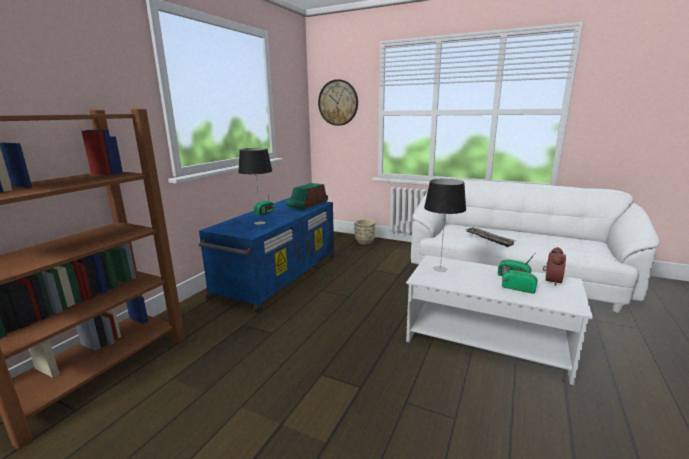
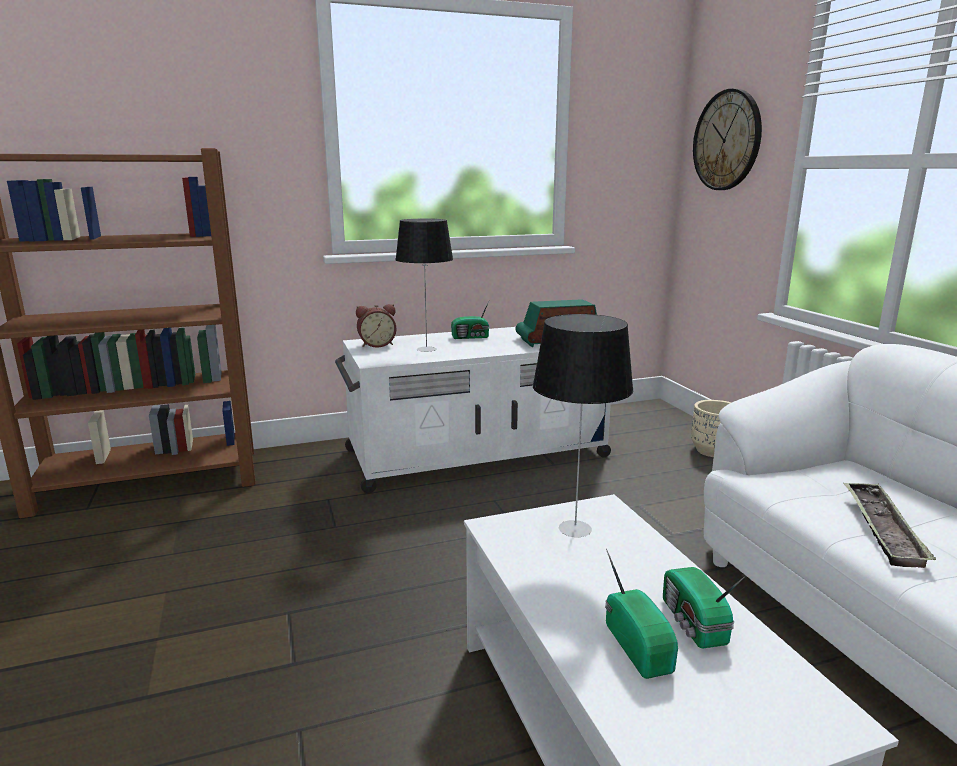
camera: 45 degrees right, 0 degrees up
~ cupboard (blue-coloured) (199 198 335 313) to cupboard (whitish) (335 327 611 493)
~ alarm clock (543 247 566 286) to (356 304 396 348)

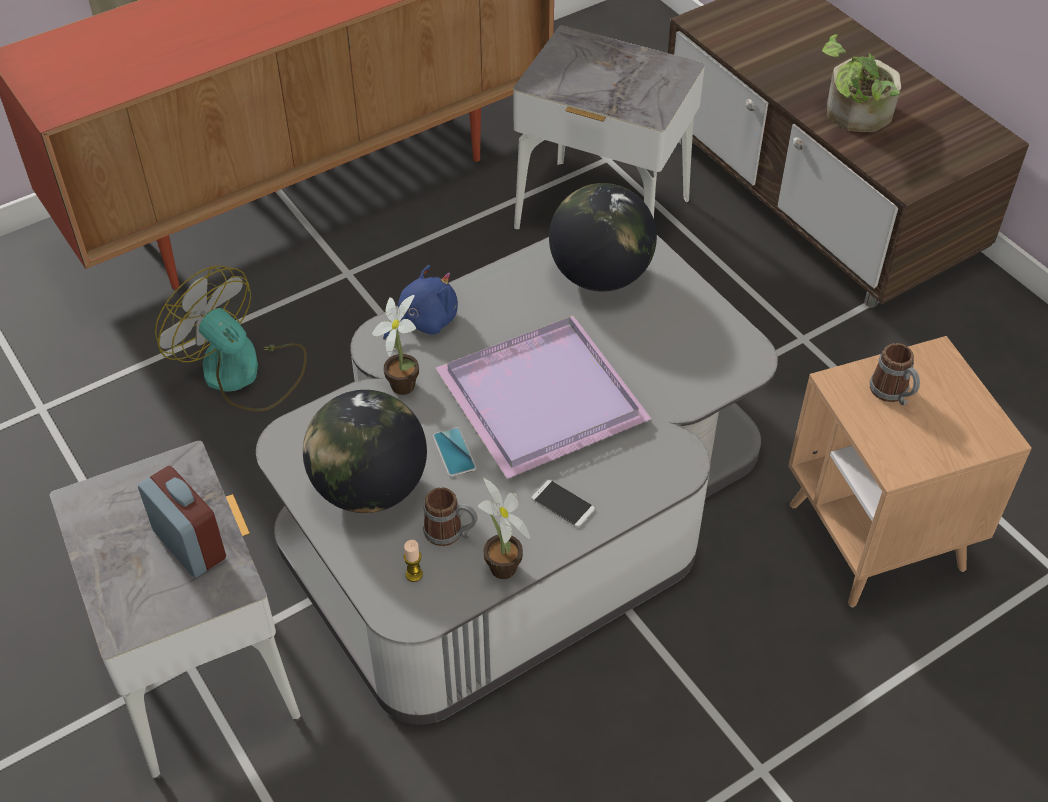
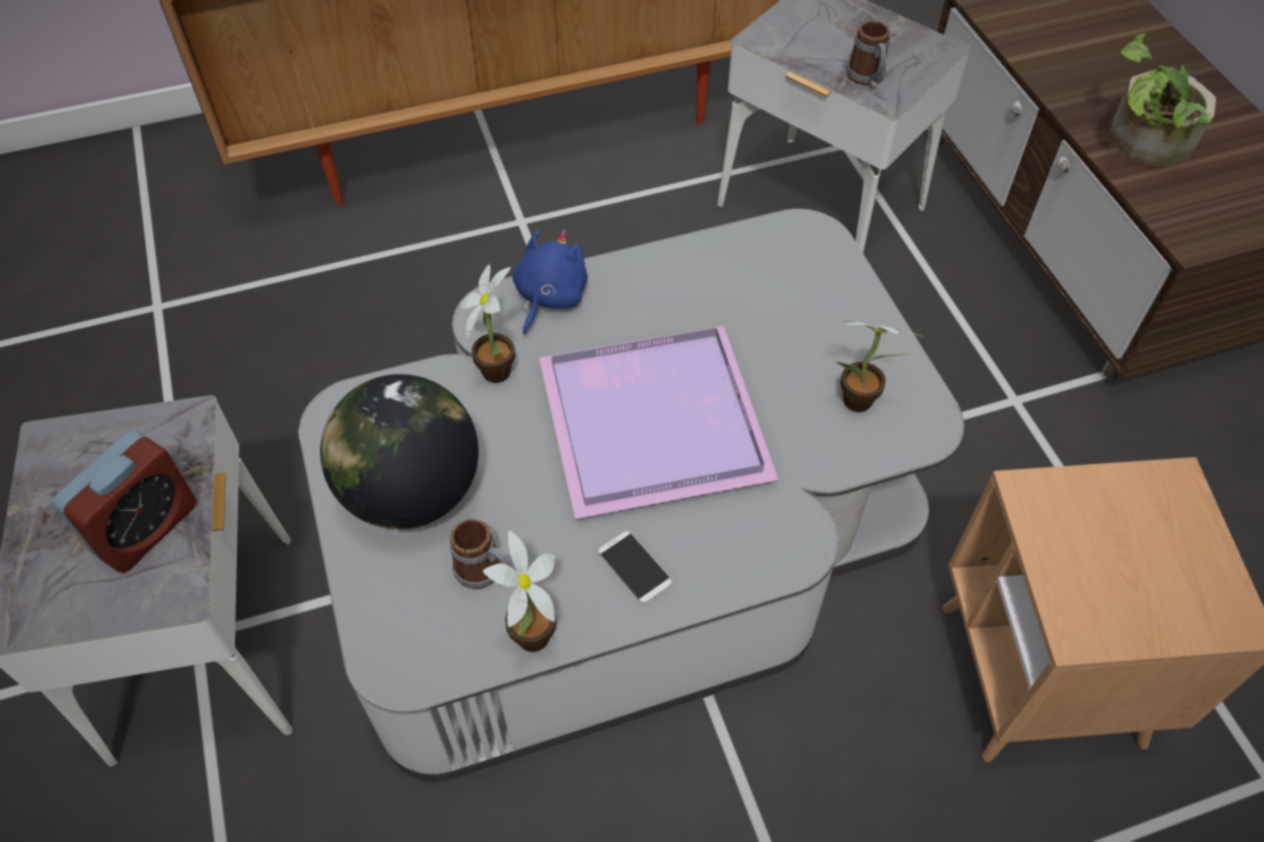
camera: 15 degrees right, 5 degrees up
- world globe (549 183 657 291)
- cooling fan (155 265 307 411)
~ soft toy (blue-coloured) (383 265 458 340) = (513 230 588 335) 45 degrees counterclockwise
~ tea mug (870 343 920 405) to (847 21 890 88)
- phone (433 427 476 477)
~ alarm clock (138 466 226 578) = (52 430 196 573) 60 degrees clockwise
- wax light (404 540 423 582)
+ potted plant (835 321 925 412)

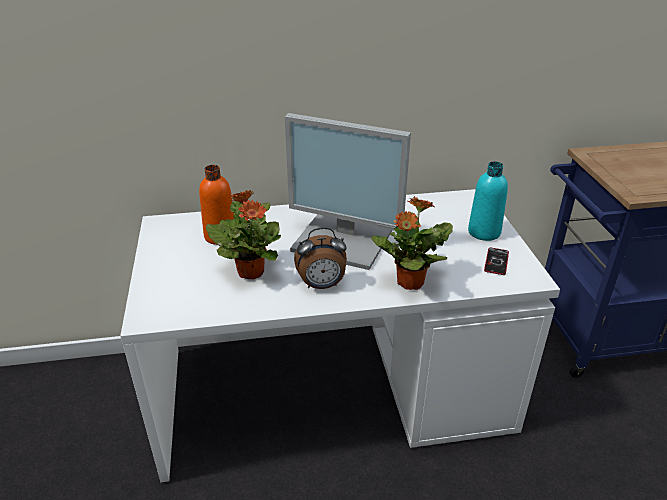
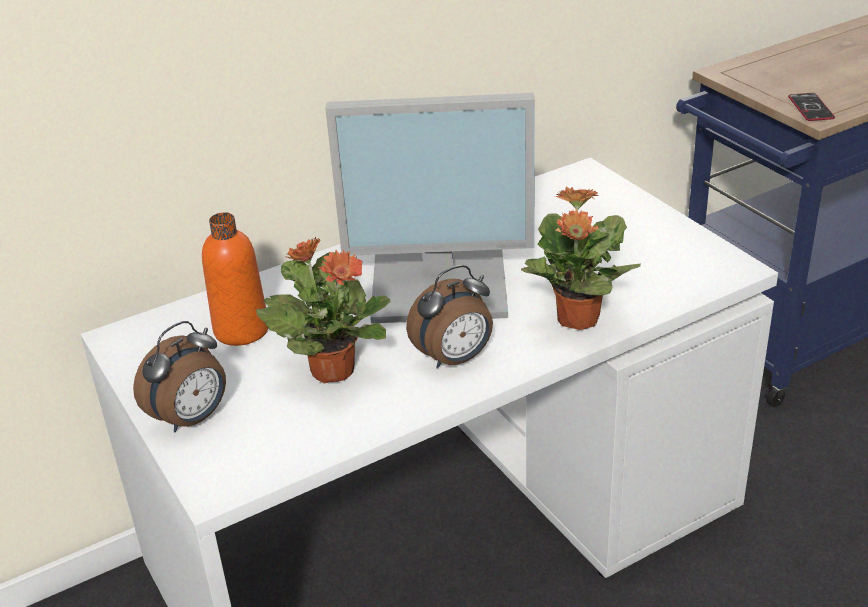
camera: 20 degrees left, 0 degrees up
- drink bottle (turquoise-coloured) (468 161 508 241)
~ phone (484 247 509 275) to (788 93 835 121)
+ alarm clock (133 321 226 432)

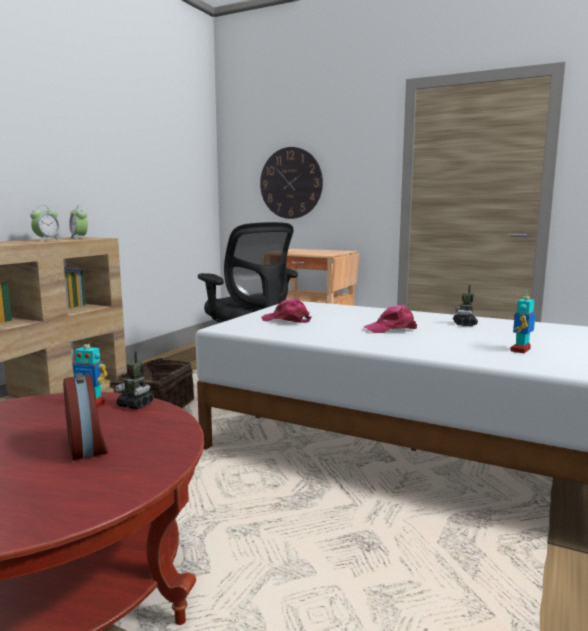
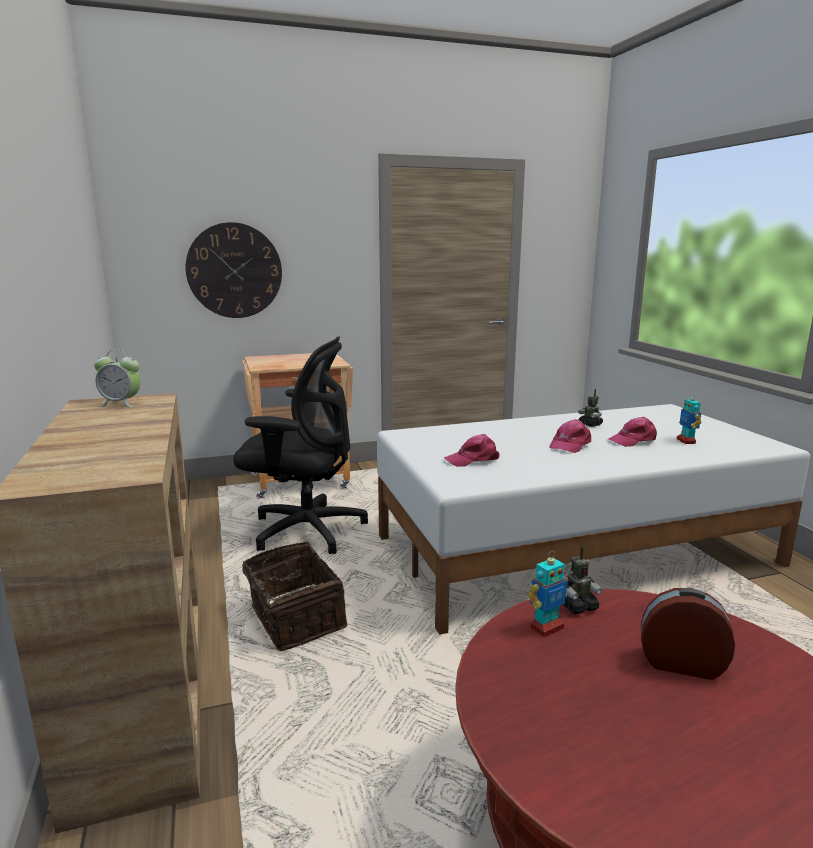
camera: 45 degrees left, 5 degrees up
- alarm clock (30 205 61 241)
+ cap (pink-coloured) (608 417 657 447)

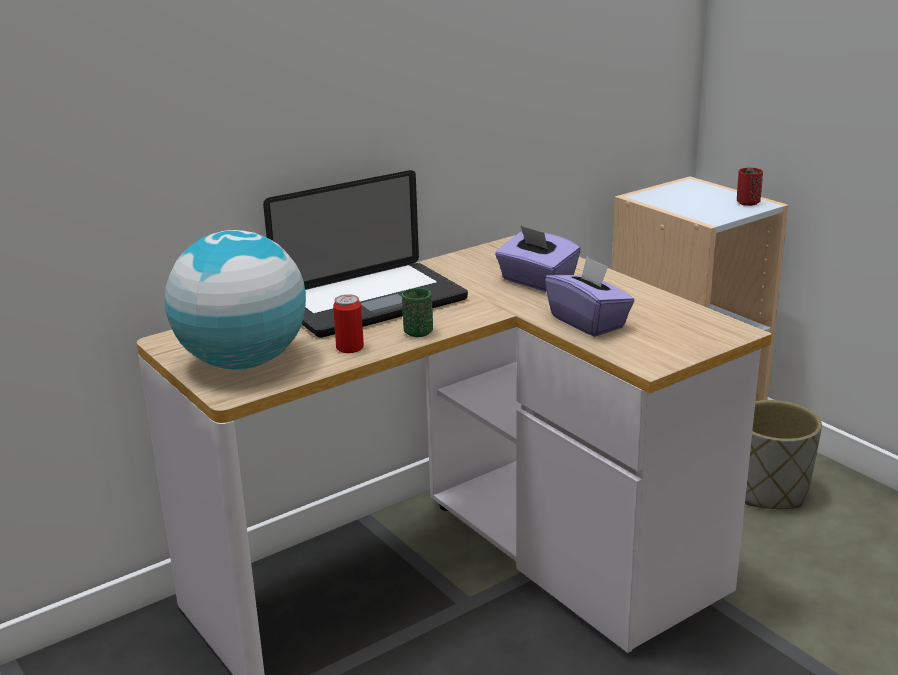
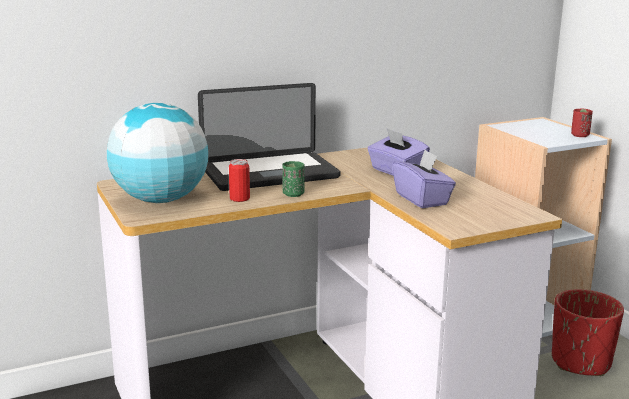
camera: 10 degrees right, 5 degrees down
~ plant pot (grey) (745 400 822 509) to plant pot (red) (552 289 624 376)

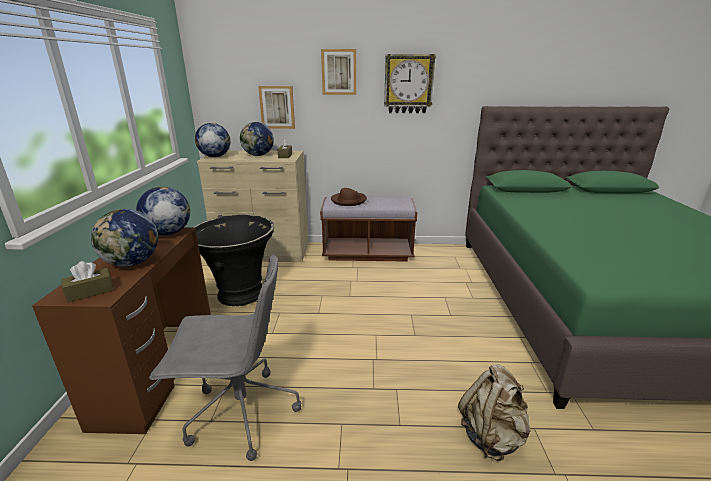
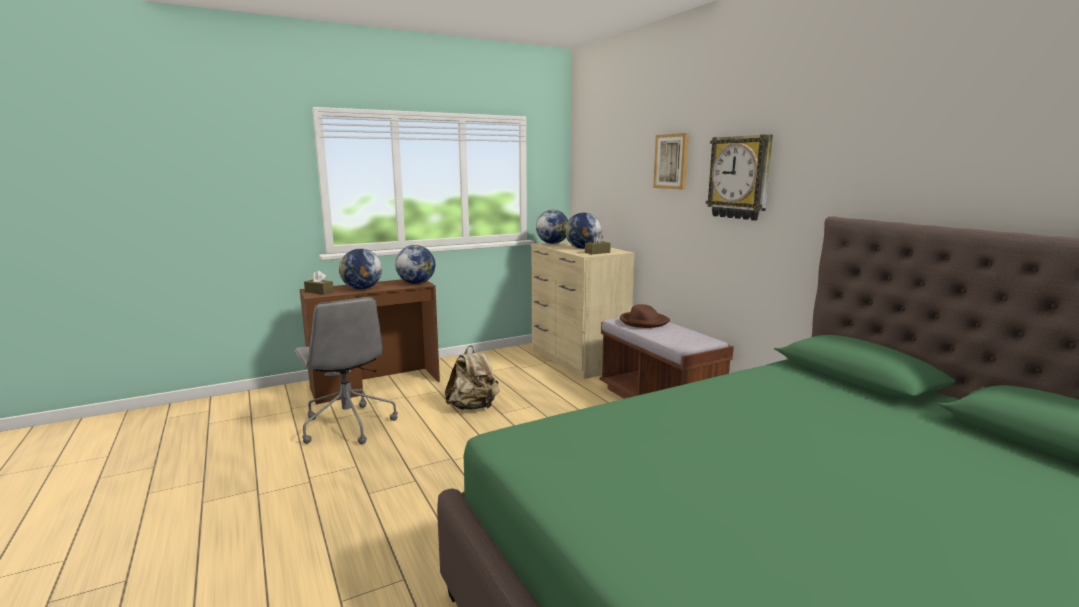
camera: 60 degrees right, 10 degrees down
- wall picture (258 86 295 129)
- plant pot (black) (194 215 274 306)
~ backpack (beige-coloured) (458 365 531 461) to (445 345 500 410)

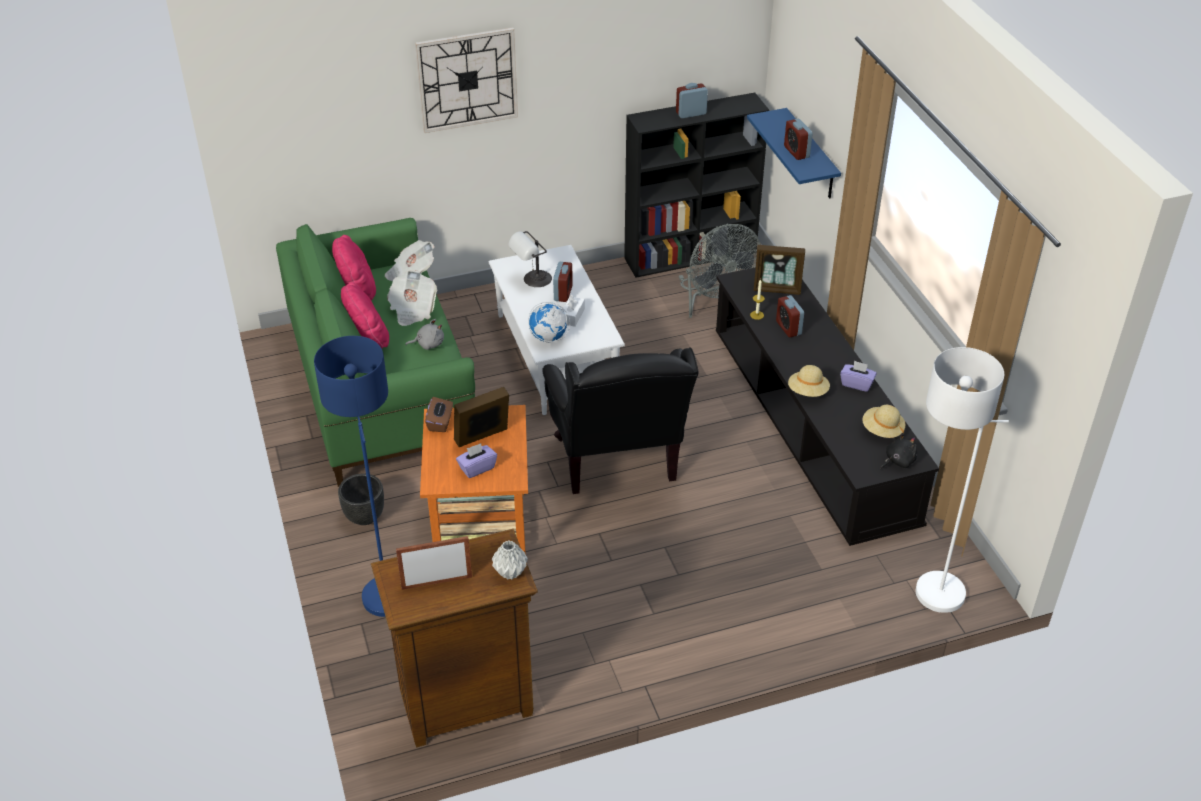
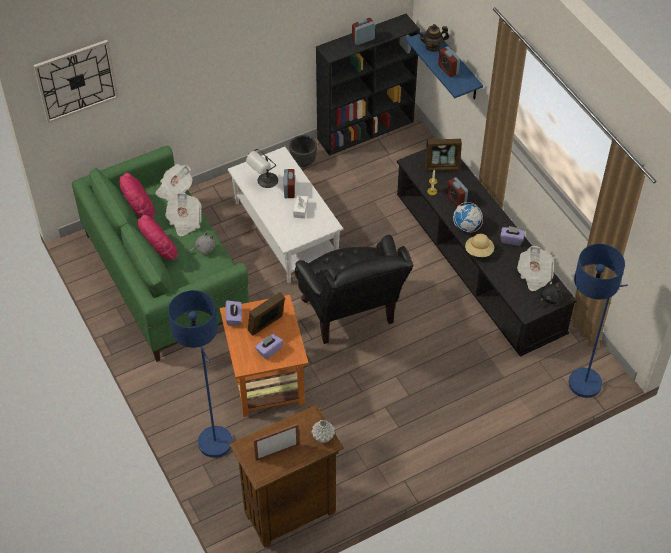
camera: 10 degrees left, 10 degrees up
~ clock on the wall (415 27 518 133) to (33 40 118 123)
- cooling fan (grey) (679 223 760 318)
~ world globe (528 302 570 343) to (453 202 483 232)
~ standard lamp (whitish) (916 347 1009 613) to standard lamp (blue-coloured) (569 244 628 398)
~ tissue holder (brown) (425 397 453 432) to tissue holder (purple-coloured) (225 301 242 326)
~ clothing hat (beige-coloured) (862 405 906 439) to daily paper (517 246 554 291)
~ plant pot (black) (338 474 384 525) to (289 135 317 167)
+ tea pot (418 24 449 52)

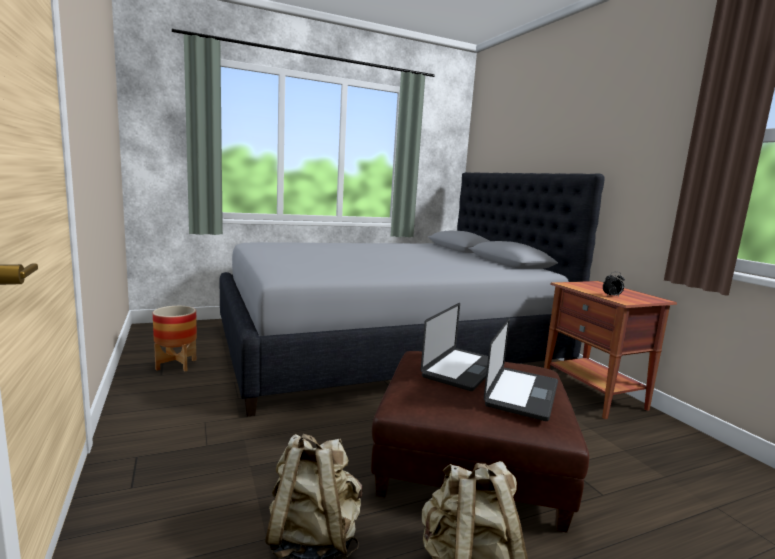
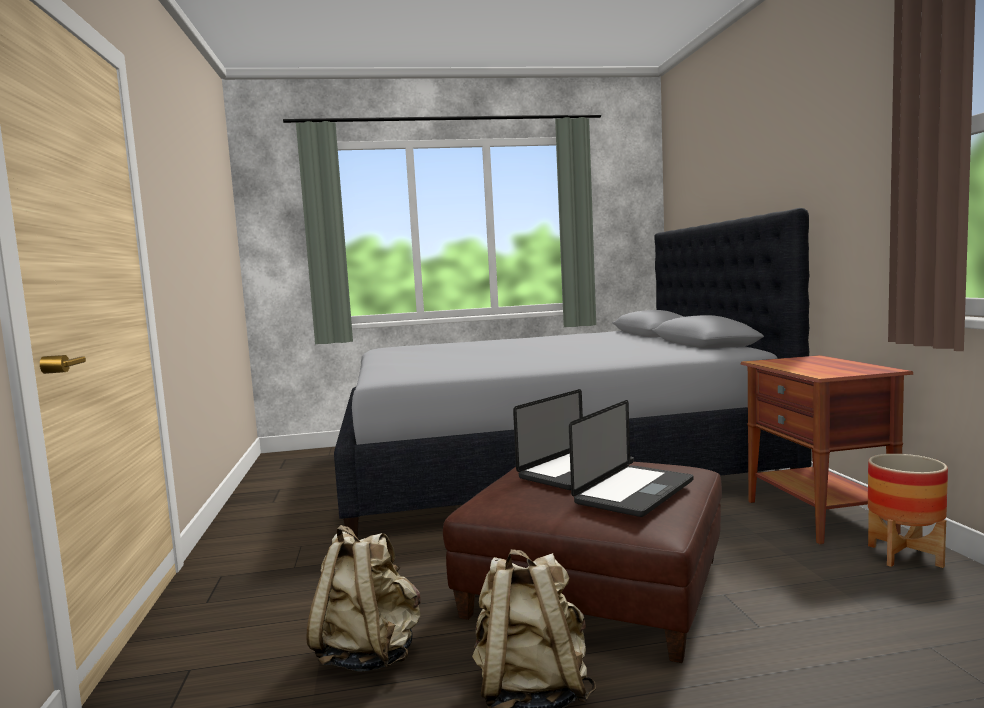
camera: 15 degrees right, 5 degrees down
- alarm clock (603 272 625 296)
~ plant pot (153 306 197 371) to (868 454 948 568)

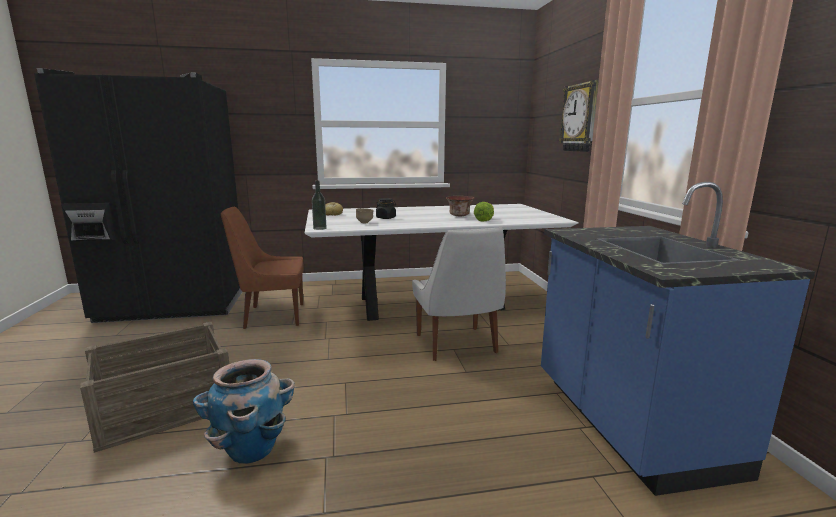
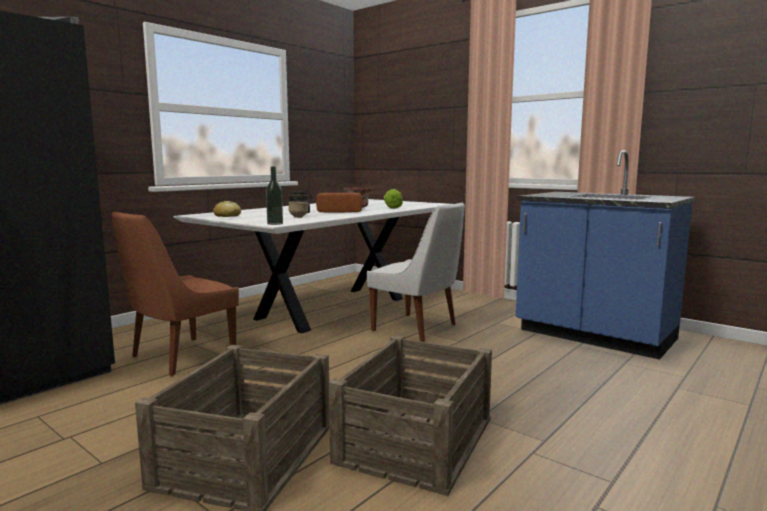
camera: 40 degrees left, 5 degrees down
- clock on the wall (559 80 599 152)
~ plant pot (193 359 295 464) to shipping crate (329 335 492 496)
+ baked bread (316 193 362 212)

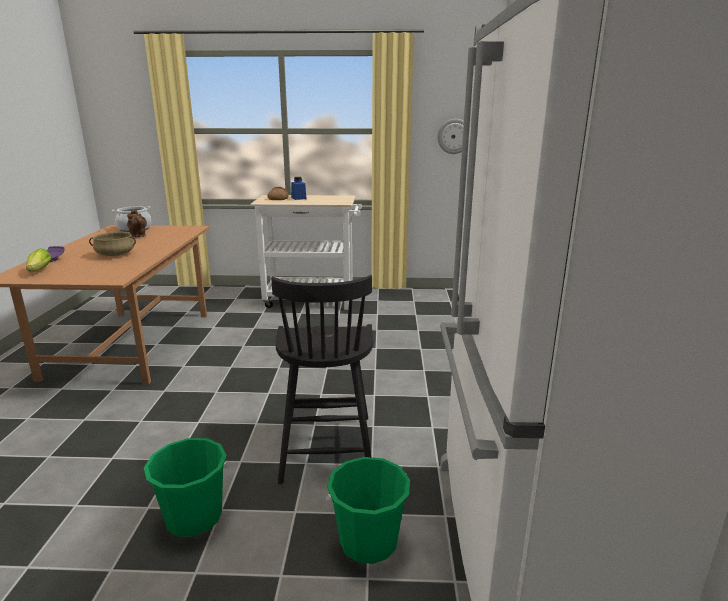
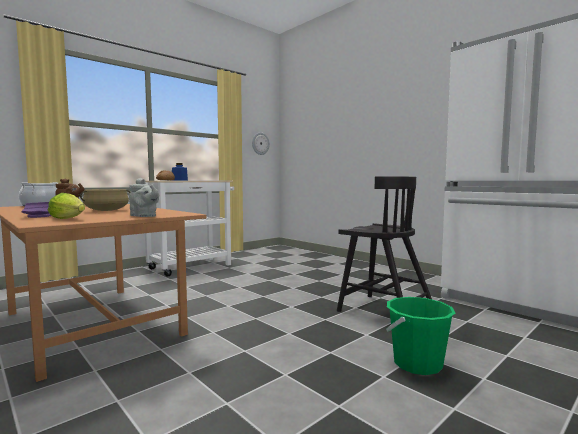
camera: 45 degrees left, 15 degrees down
- pail (green-coloured) (326 457 410 564)
+ tea pot (grey) (129 178 159 217)

